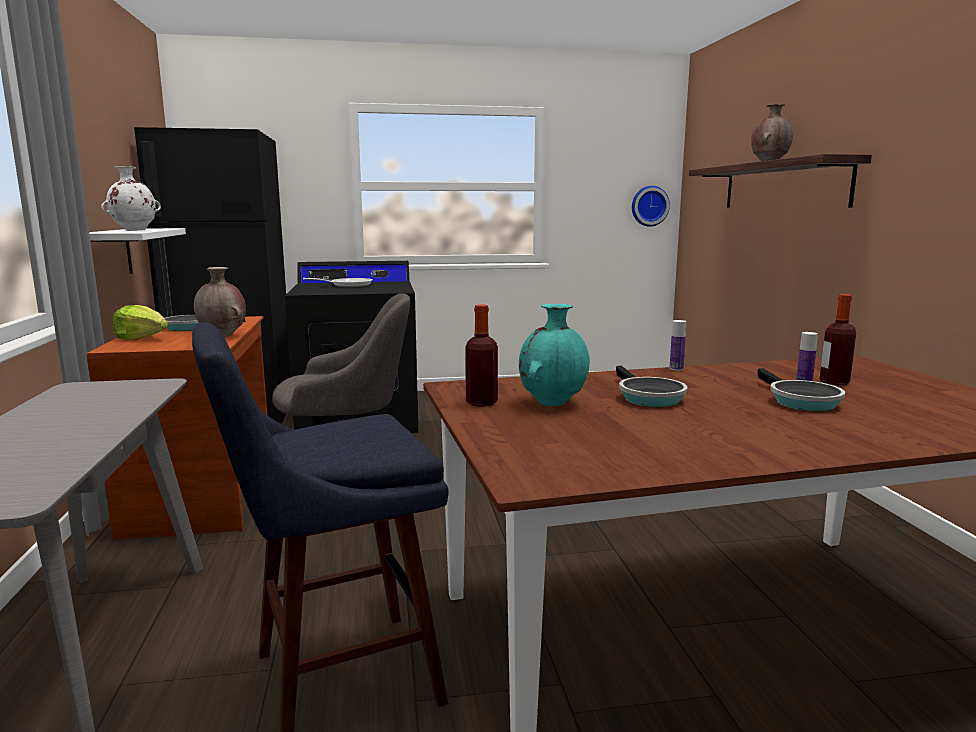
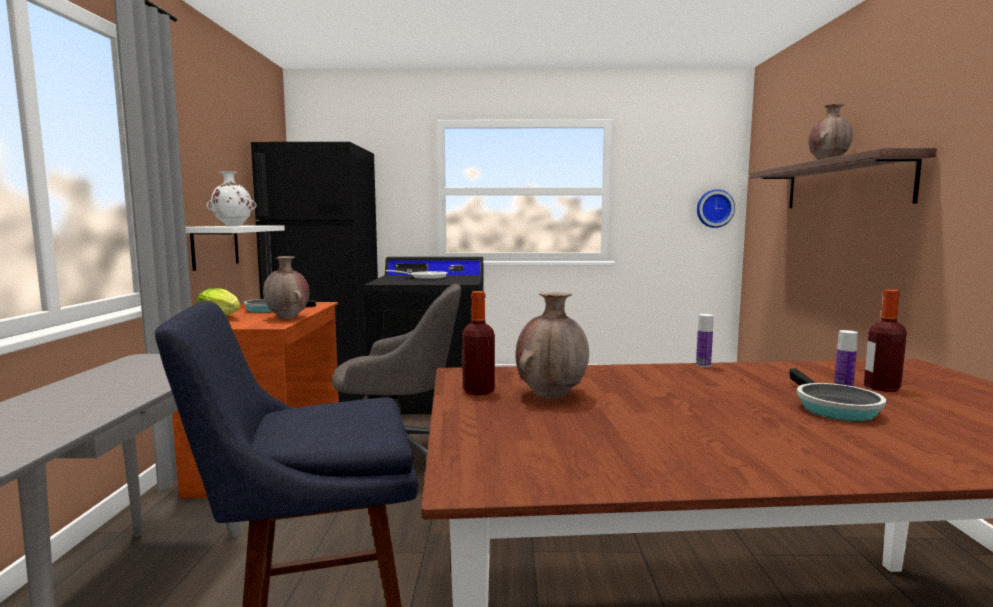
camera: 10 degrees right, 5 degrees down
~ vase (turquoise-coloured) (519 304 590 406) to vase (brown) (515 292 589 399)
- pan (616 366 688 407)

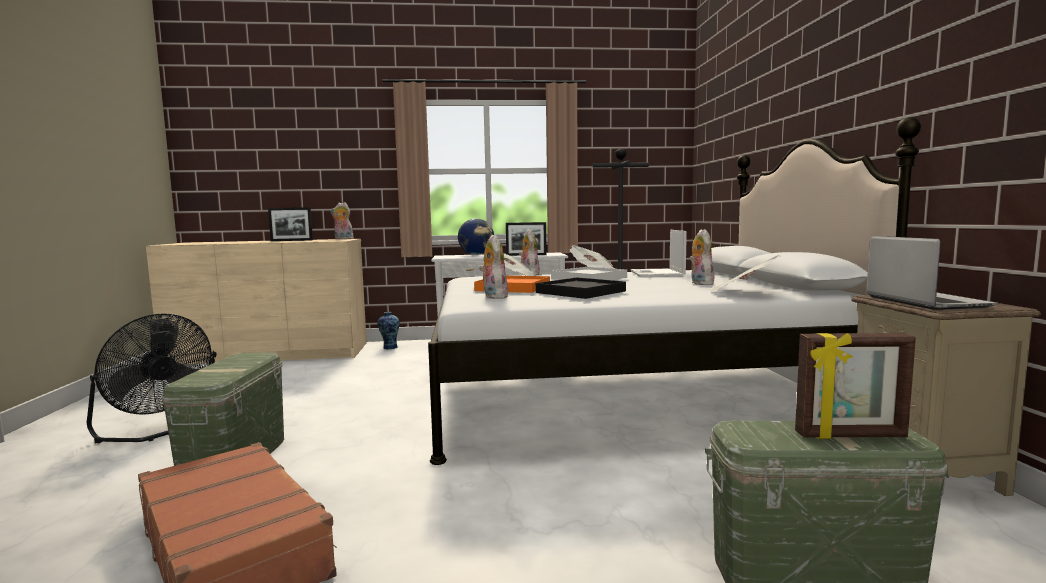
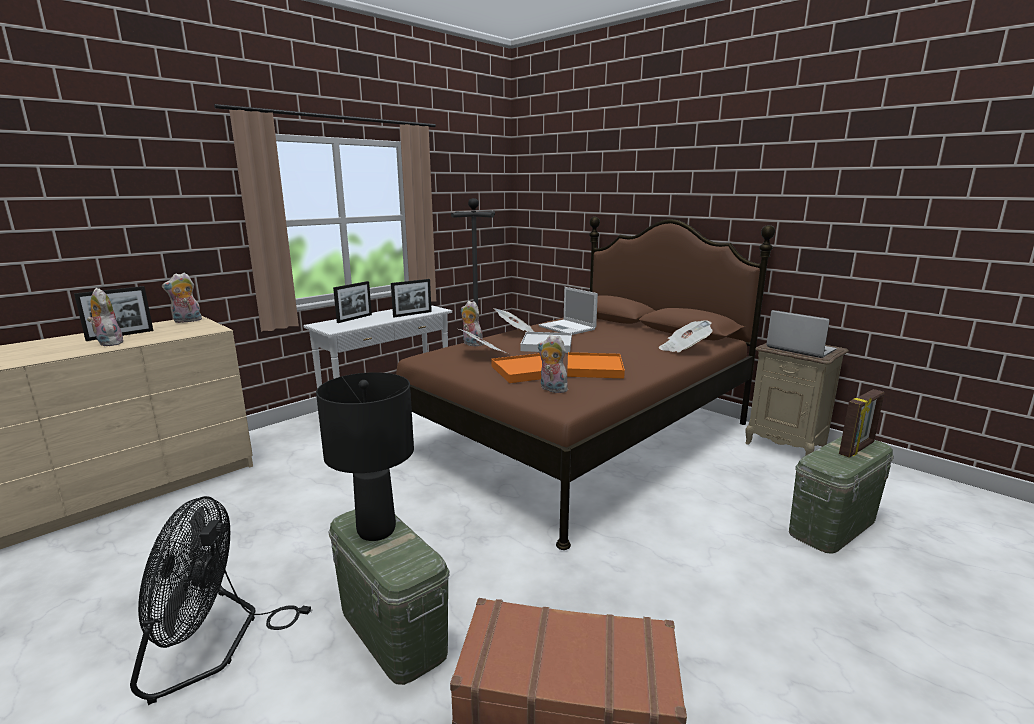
camera: 40 degrees left, 10 degrees up
~ bedroom bed (whitish) (428 117 921 465) to bedroom bed (brown) (396 217 775 550)
~ world globe (458 218 494 255) to standing frame (333 281 372 323)
~ soft toy (689 229 714 285) to (87 288 124 346)
~ serving tray (black) (536 277 626 299) to serving tray (orangey) (567 352 625 378)
- vase (377 312 400 349)
+ tabletop lamp (black) (316 372 414 541)

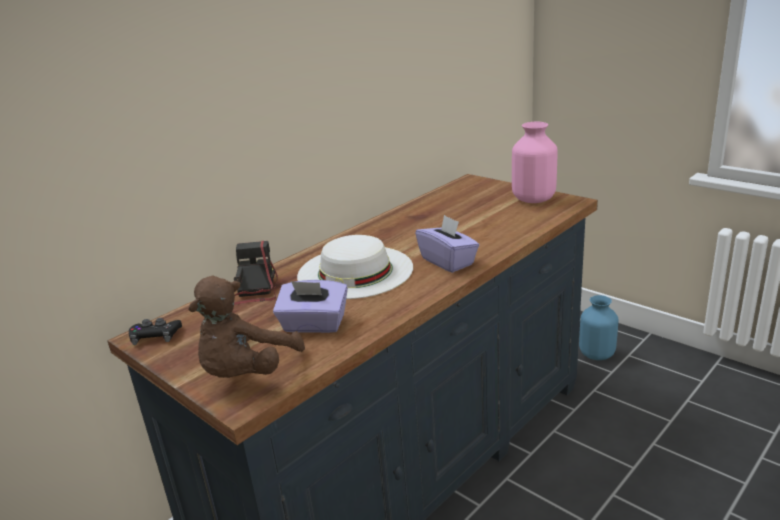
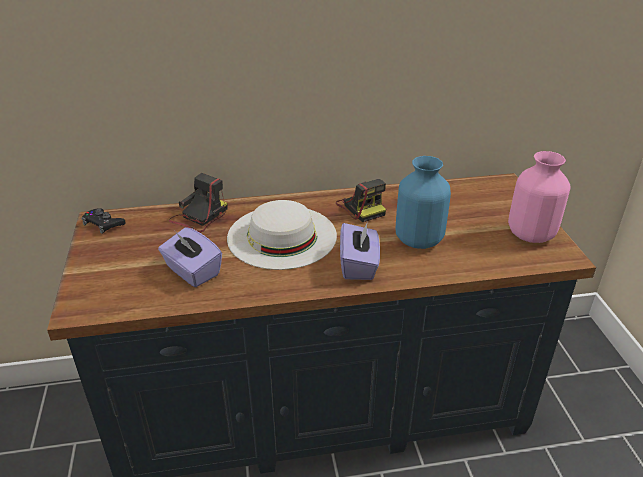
camera: 35 degrees right, 10 degrees up
- soft toy (brown) (189 275 305 378)
~ vase (blue-coloured) (579 295 619 360) to (396 156 451 249)
+ photo camera (336 179 386 222)

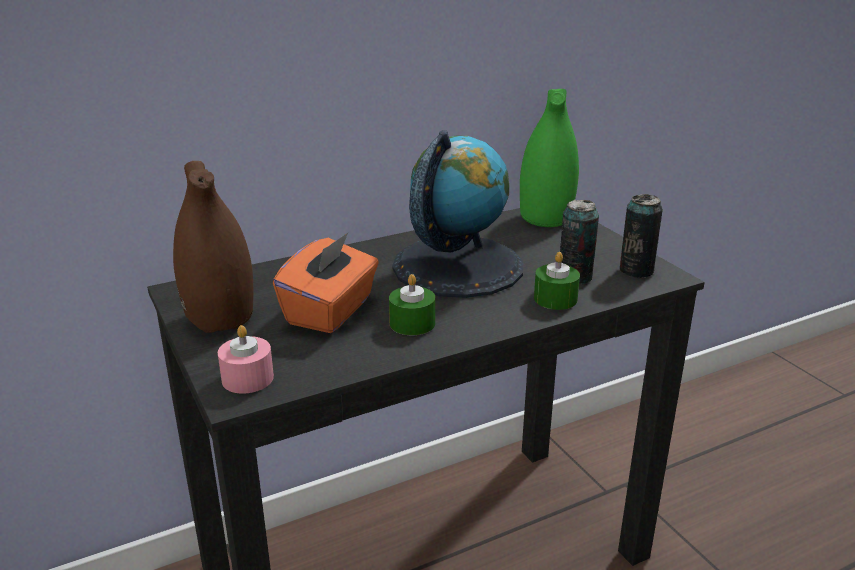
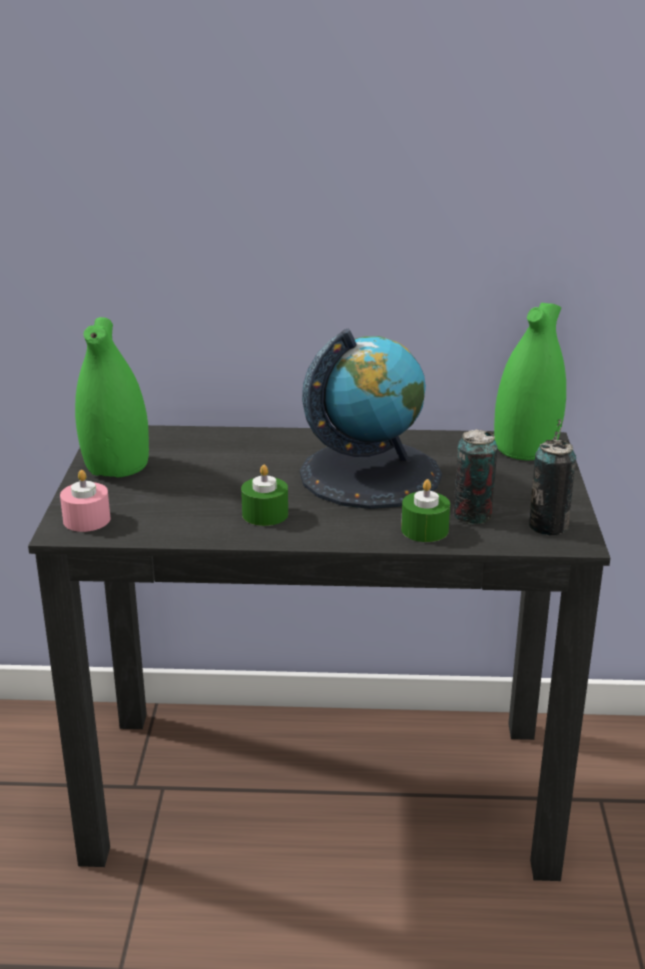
camera: 30 degrees right, 0 degrees up
~ vase (brown) (173 161 253 333) to vase (green-coloured) (75 317 149 477)
- tissue holder (orangey) (273 233 379 333)

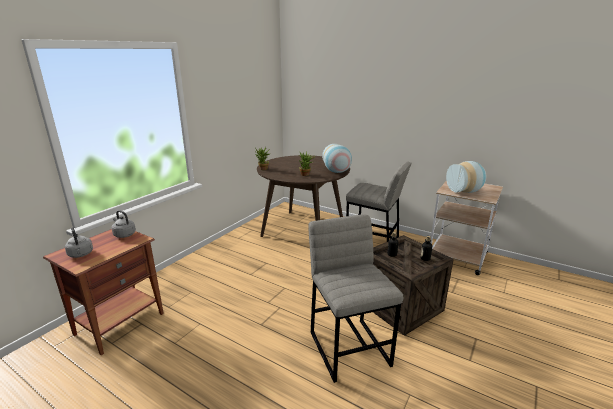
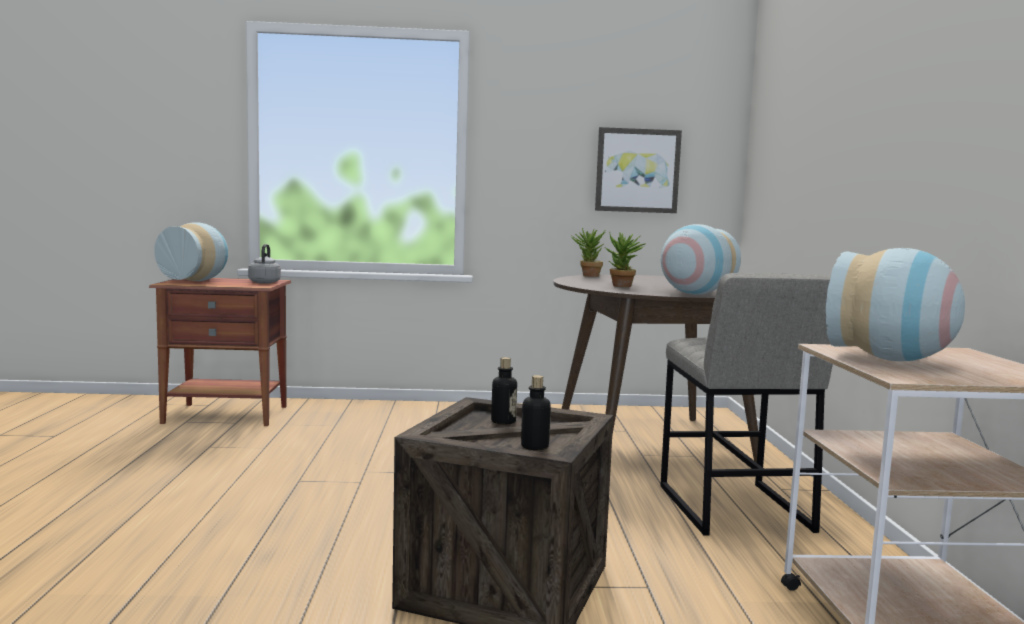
camera: 55 degrees right, 15 degrees down
- upright chair (grey) (308 214 403 383)
~ tea kettle (grey) (65 227 93 258) to vase (155 222 228 281)
+ wall picture (595 127 682 213)

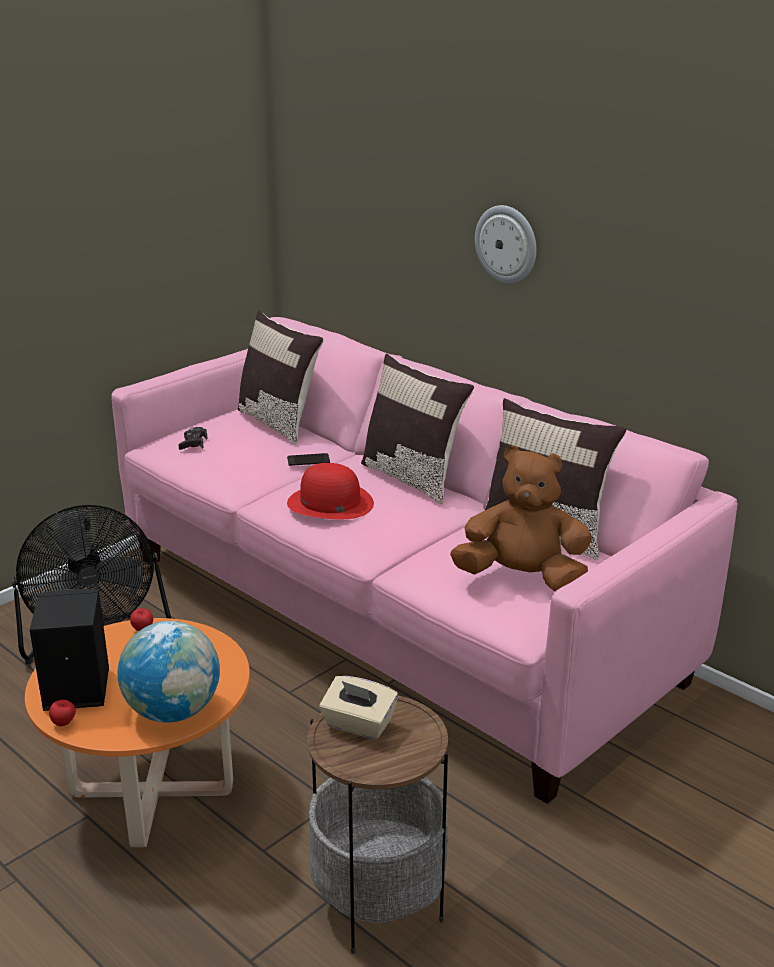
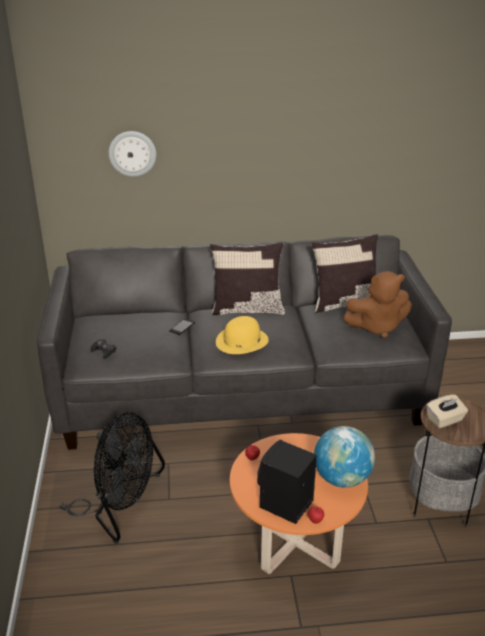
camera: 50 degrees left, 5 degrees up
~ clock on the wall (475 205 537 283) to (109 131 156 177)
- pillow (238 310 324 445)
~ settee (pink-coloured) (111 317 737 804) to settee (grey) (37 235 452 450)
~ soft toy (brown) (450 446 592 592) = (343 271 412 338) 150 degrees counterclockwise
~ clothing hat (red) (287 463 374 519) to clothing hat (yellow-coloured) (216 316 269 354)

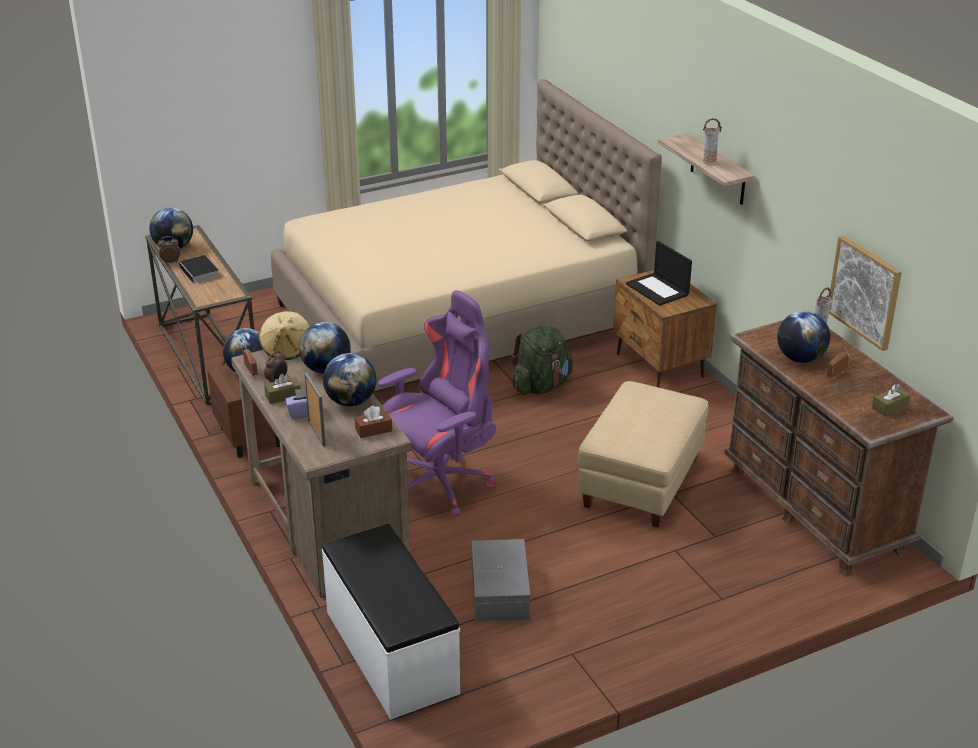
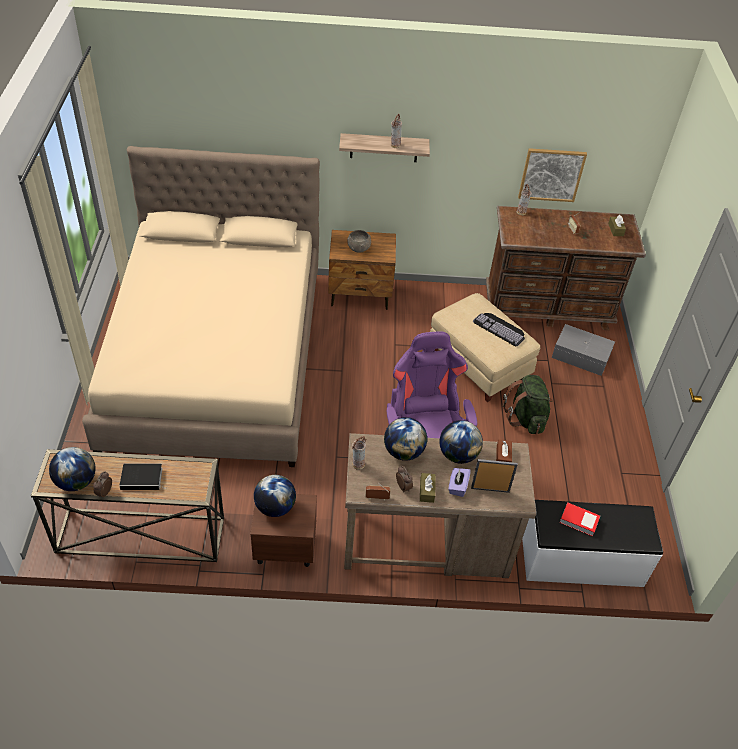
camera: 65 degrees left, 15 degrees up
~ portable computer (626 241 692 306) to bowl (grey) (347 230 371 253)
~ clothing hat (beige-coloured) (259 311 310 360) to vase (352 436 366 470)
- world globe (777 311 830 363)
~ backpack (green-coloured) (512 325 573 394) to (502 375 553 434)
~ storage box (grey) (472 539 530 622) to (552 324 615 376)
+ PC keyboard (473 313 525 346)
+ bound book (559 502 600 536)

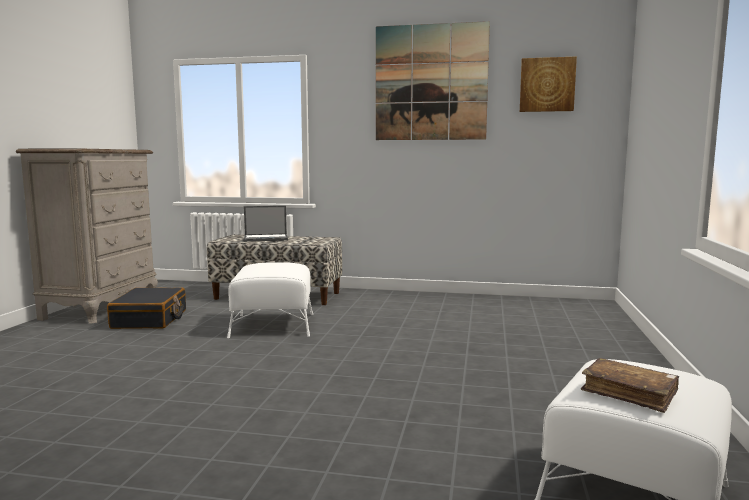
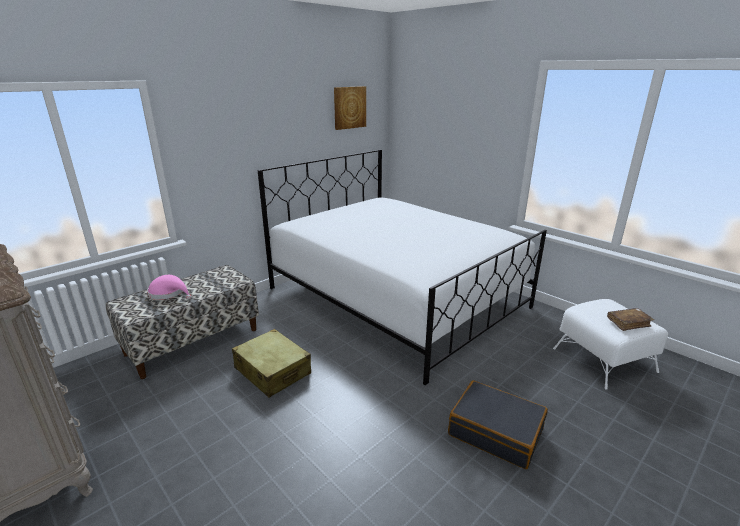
camera: 55 degrees left, 15 degrees up
- wall picture (376 21 490 140)
~ portable computer (244 206 288 242) to clothing hat (pink-coloured) (147 275 192 300)
~ footrest (whitish) (227 262 313 338) to suitcase (beige-coloured) (232 329 311 398)
~ suitcase (black) (107 288 186 329) to (448 380 548 469)
+ bedroom bed (whitish) (257 150 547 385)

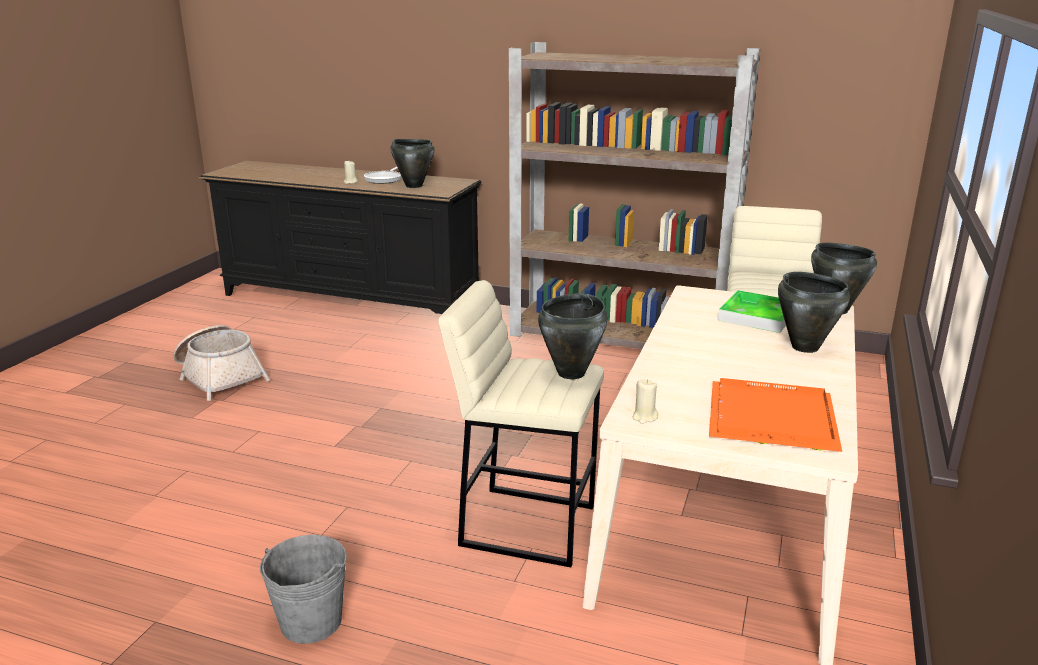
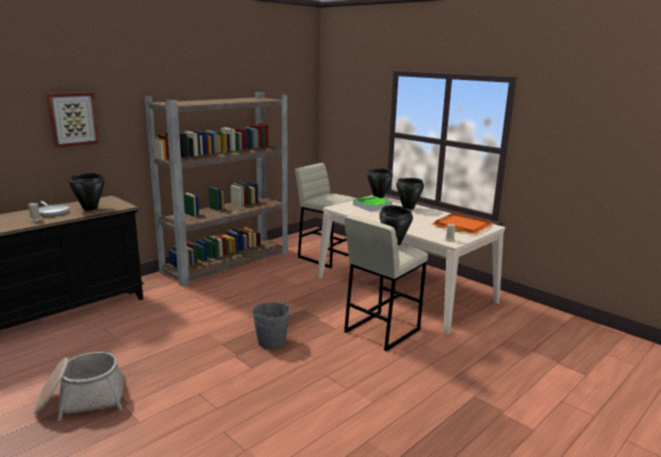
camera: 65 degrees left, 5 degrees down
~ pail (grey) (260 535 347 644) to (252 302 290 349)
+ wall picture (46 92 100 148)

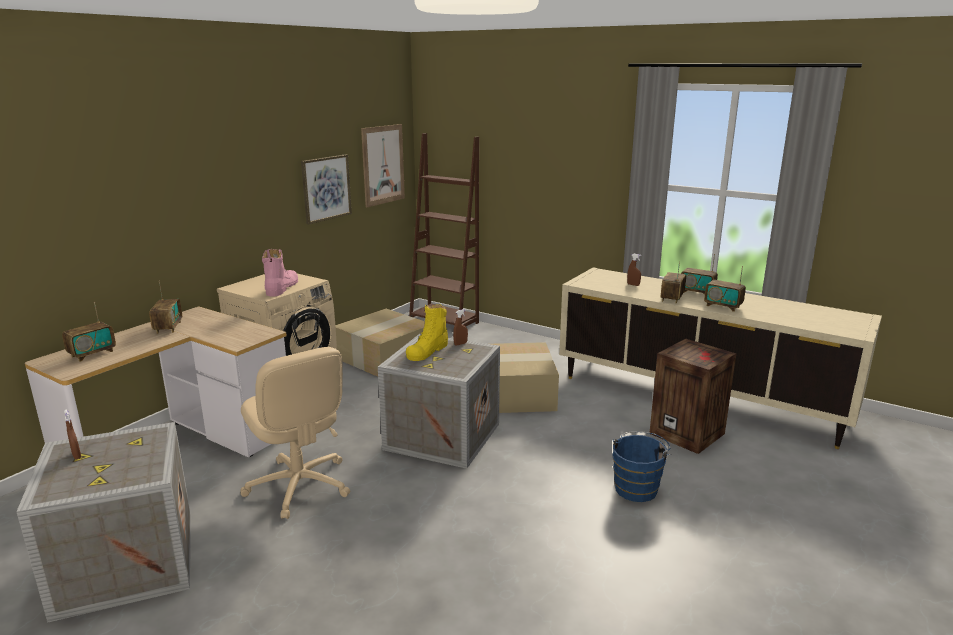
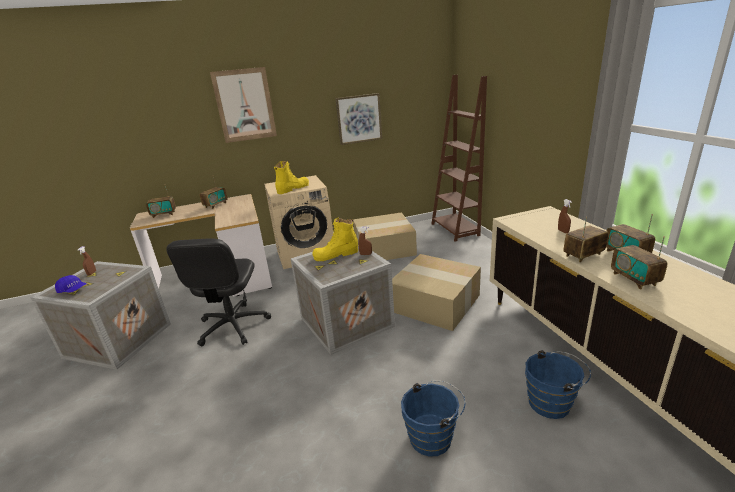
camera: 40 degrees right, 5 degrees up
~ wall picture (361 124 405 207) to (210 67 277 143)
~ boot (pink-coloured) (262 249 298 297) to boot (yellow-coloured) (274 161 309 194)
~ shipping crate (649 339 736 454) to pail (blue-coloured) (525 350 591 419)
~ desk chair (beige-coloured) (240 347 350 519) to desk chair (black) (166 238 271 346)
+ cap (blue-coloured) (55 275 87 293)

